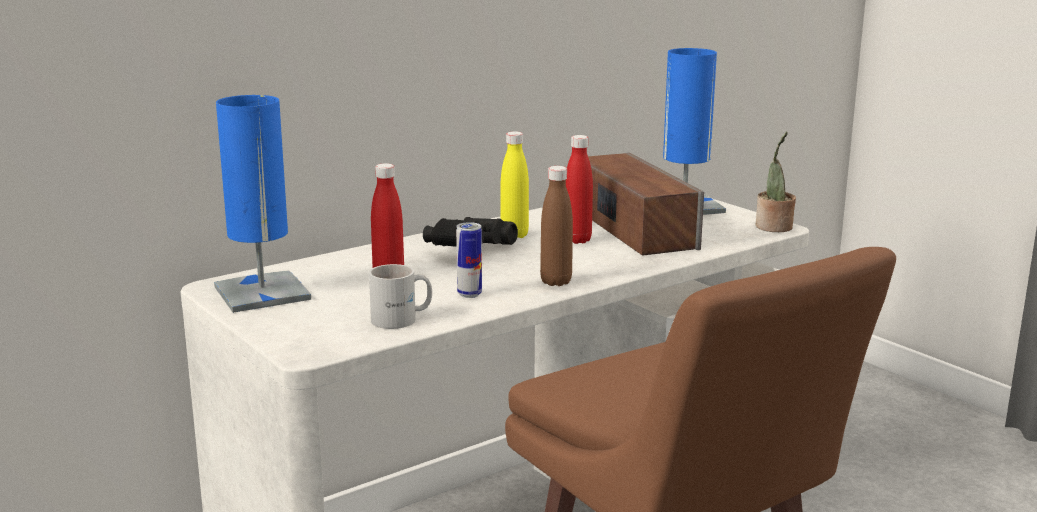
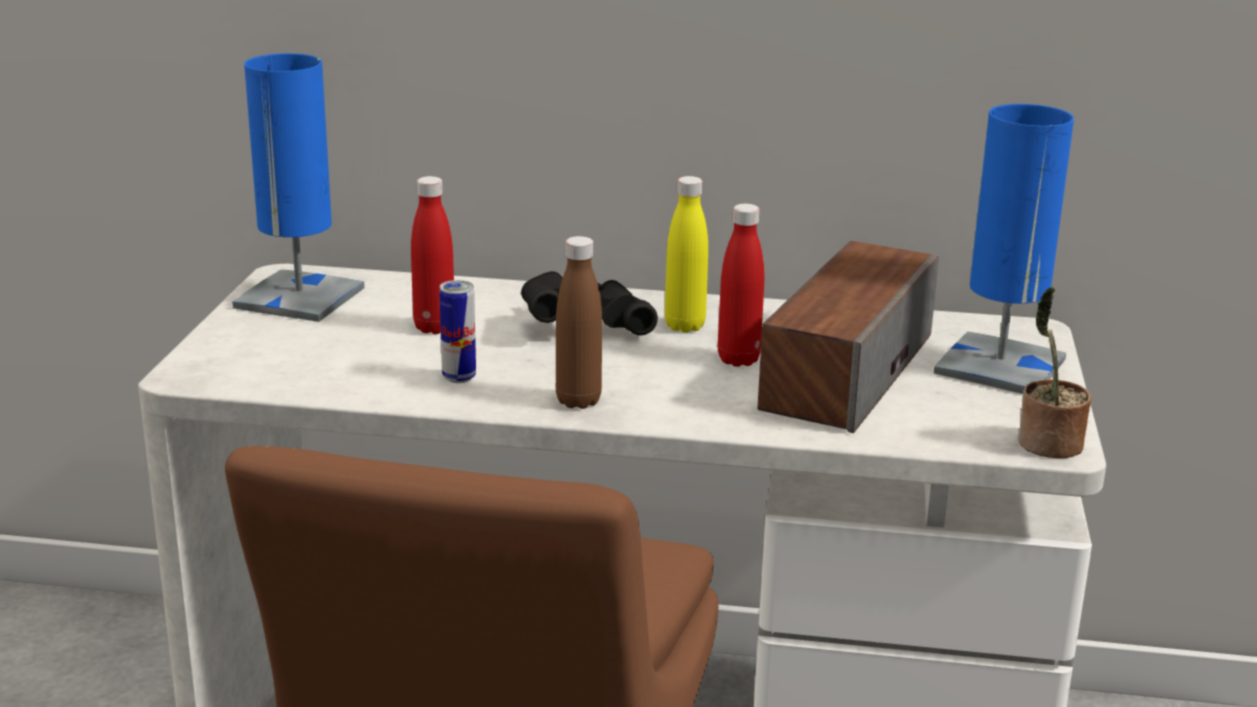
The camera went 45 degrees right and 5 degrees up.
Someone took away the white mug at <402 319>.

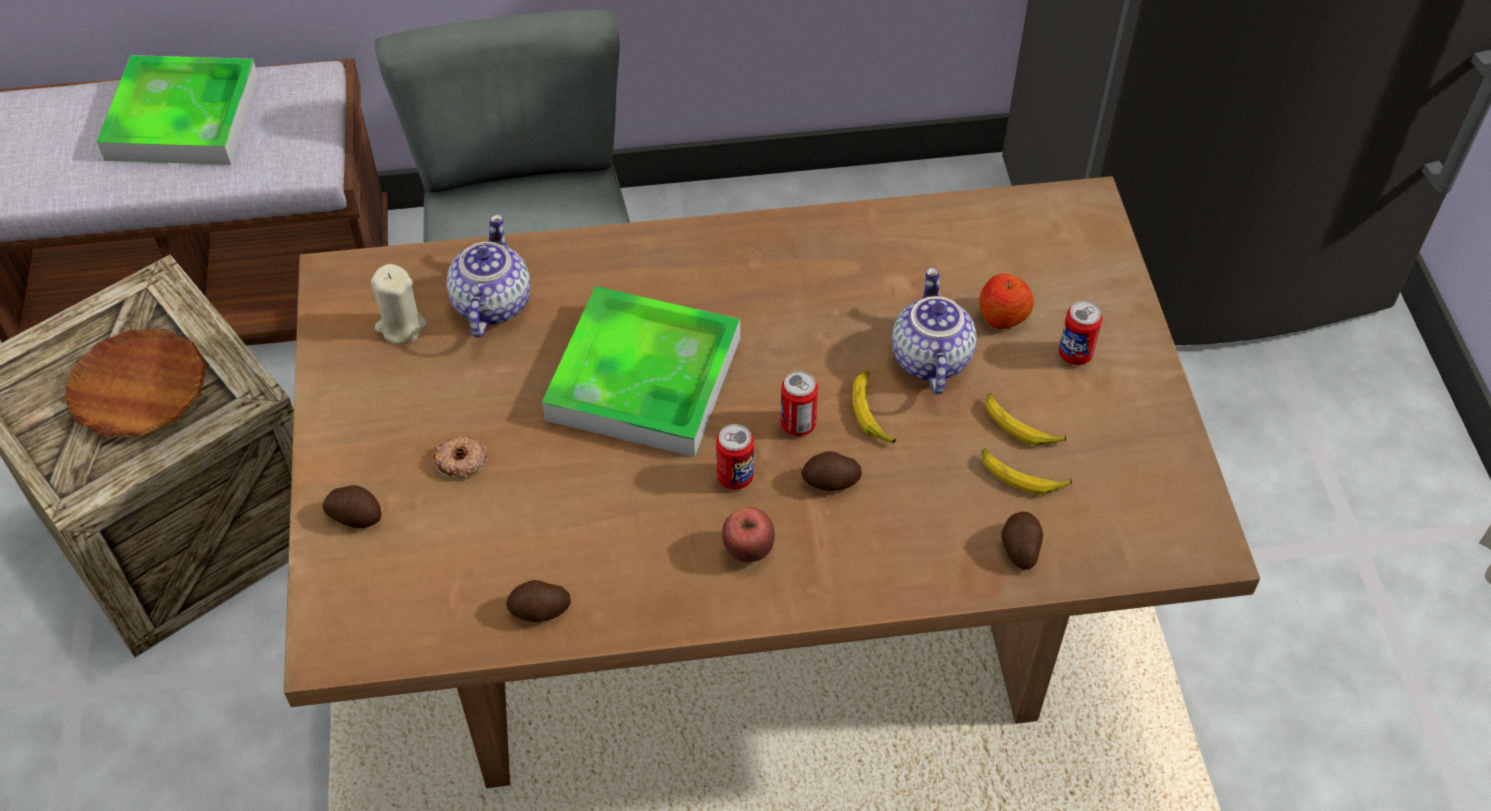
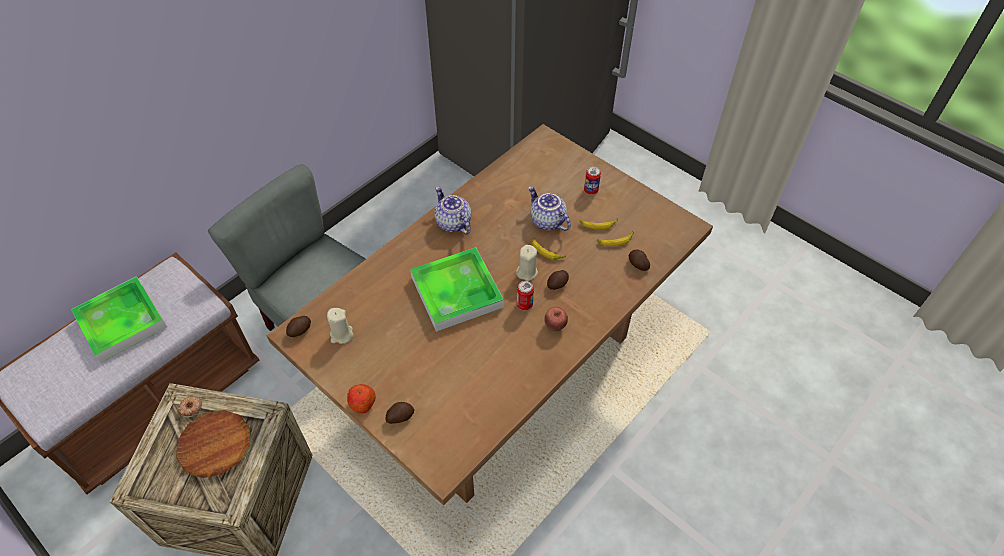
The camera went 40 degrees left and 0 degrees up.
Someone carried the donut from <461 461> to <191 408>.
Someone carried the potato from <540 611> to <300 330>.
Someone carried the apple from <1002 315> to <362 403>.
Someone carried the teapot from <491 305> to <453 223>.
Someone swapped the can at <798 424> for the beige candle at <527 272>.

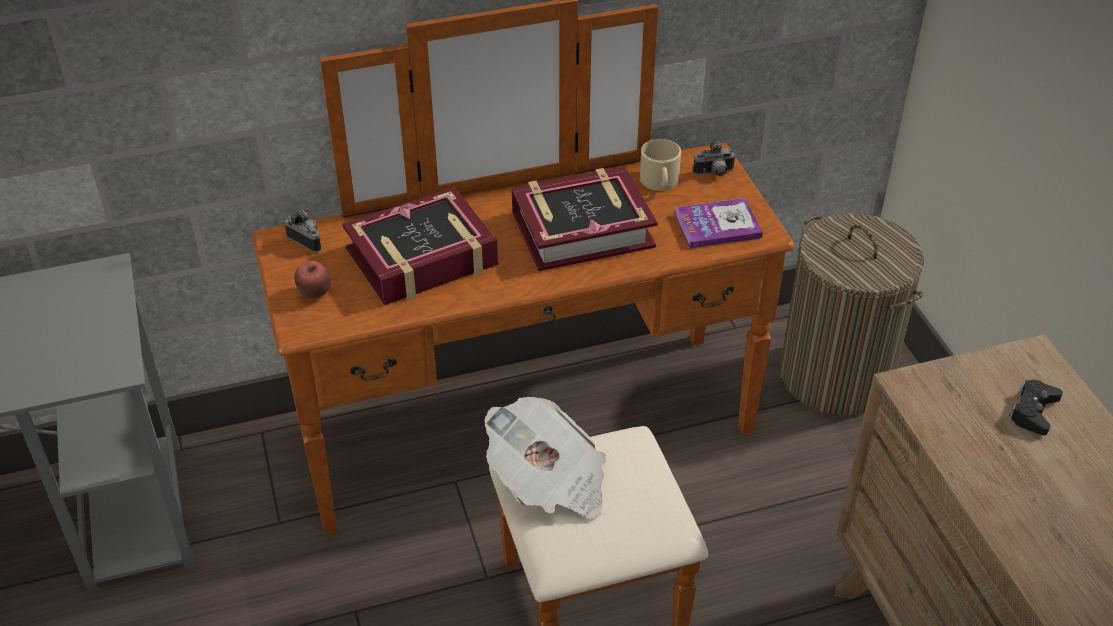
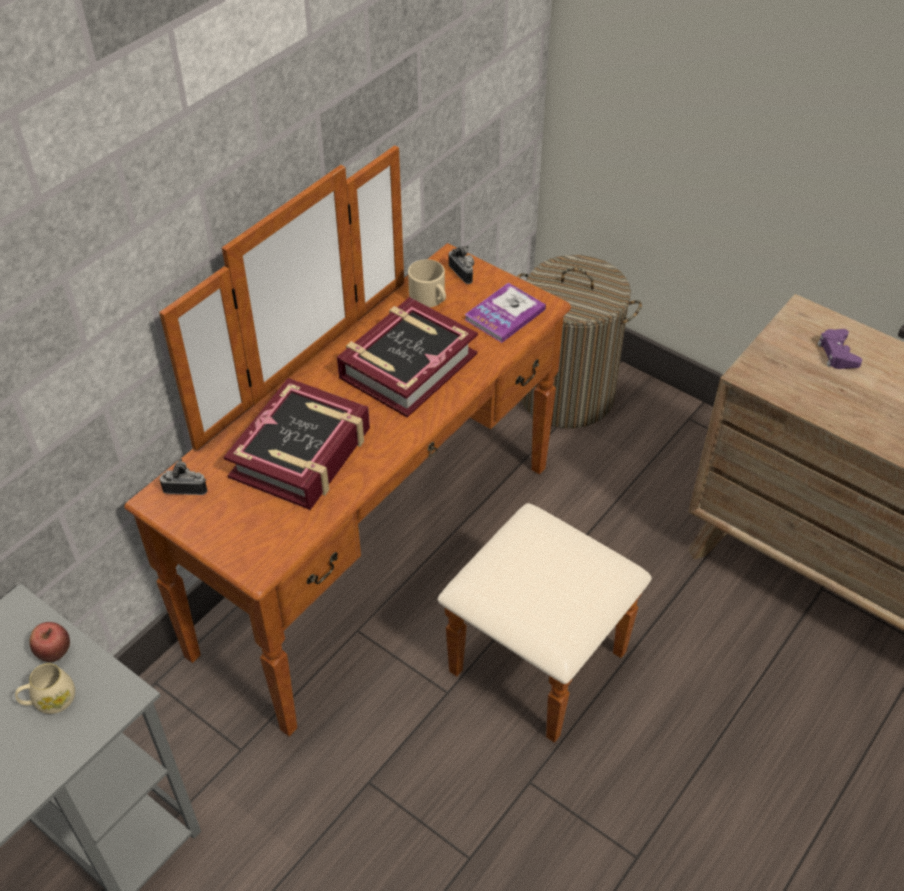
The camera went 35 degrees left and 5 degrees up.
Someone put down the beige mug at <50 701>.
Someone carried the apple from <315 294> to <55 653>.
Someone rotated the photo camera at <714 173> by 75 degrees counterclockwise.
Someone repainted the black game controller at <1033 412>, which became the purple game controller at <837 353>.
Someone took away the newspaper at <549 482>.

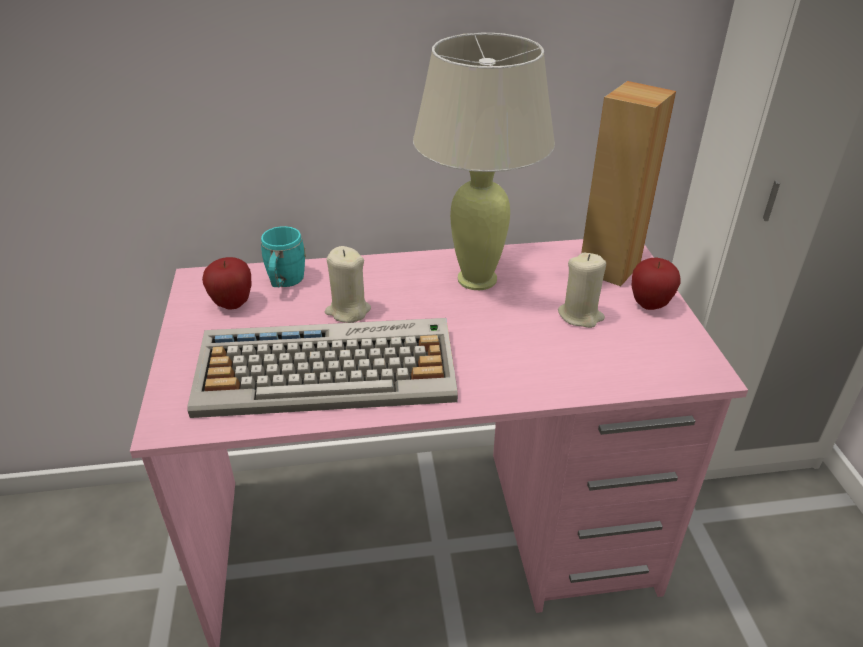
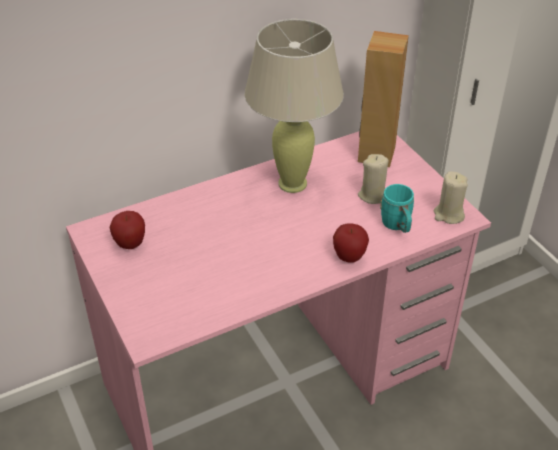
The camera went 20 degrees left and 5 degrees up.
Someone carried the apple from <650 305> to <349 257>.
Someone carried the turquoise mug from <284 283> to <397 226>.
Someone carried the beige candle from <348 311> to <448 215>.
Someone took away the keyboard at <329 369>.

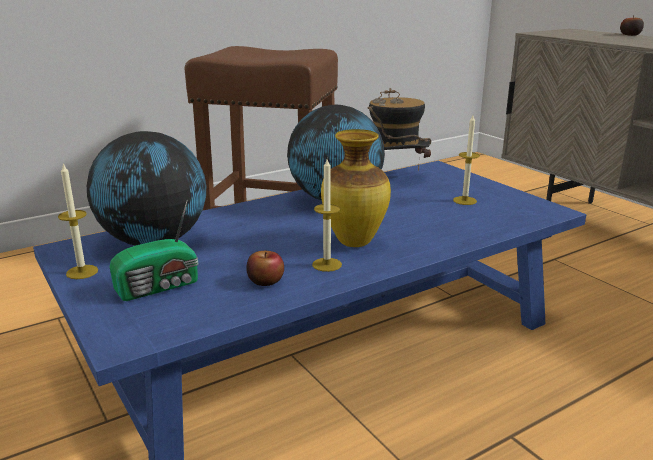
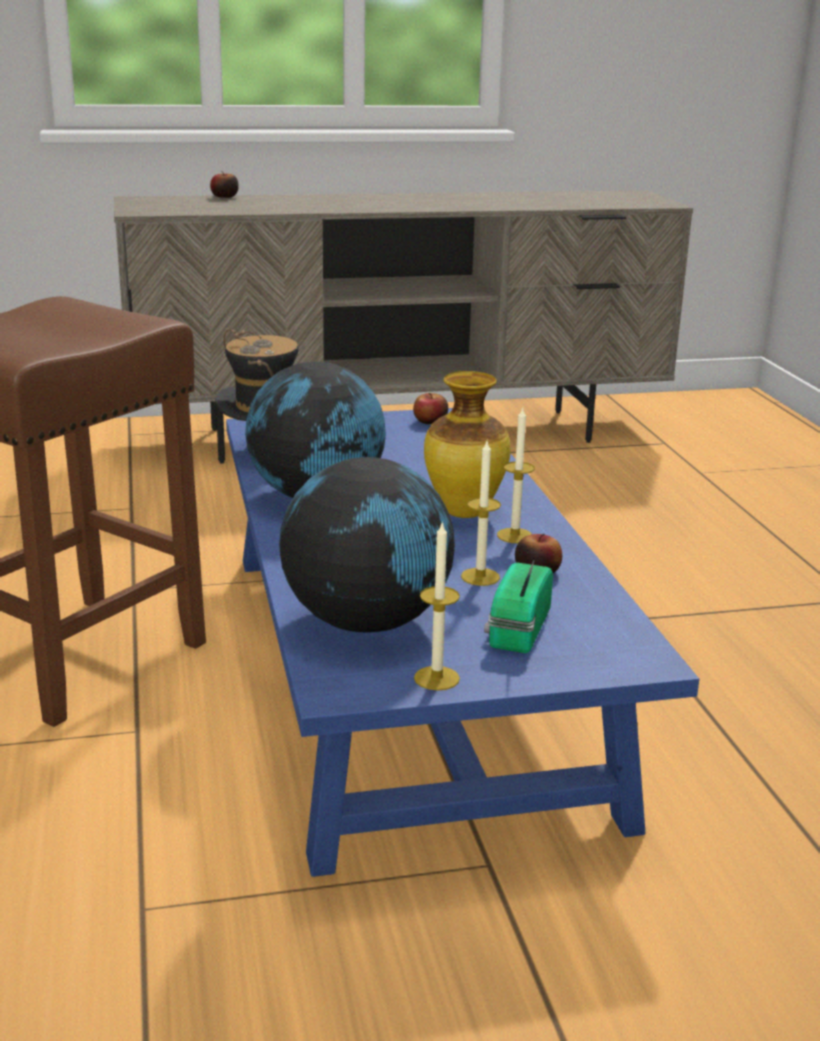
The camera went 70 degrees left and 0 degrees up.
Someone put down the apple at <430 421>.
Someone carried the candle from <464 200> to <480 577>.
Someone rotated the radio at <160 286> by 150 degrees counterclockwise.

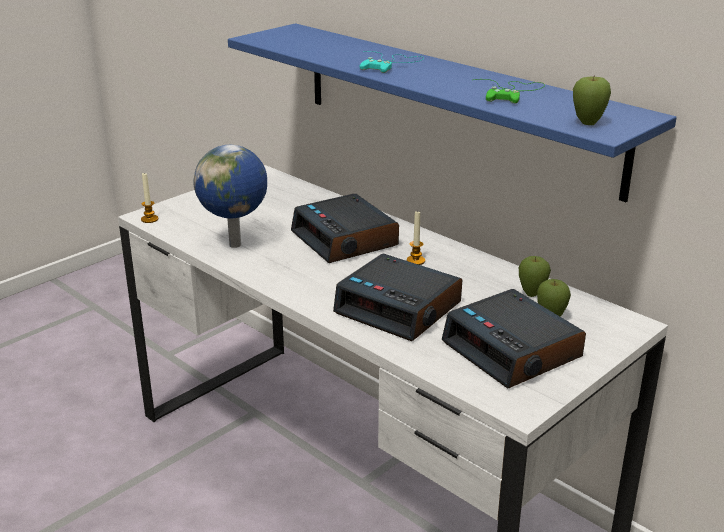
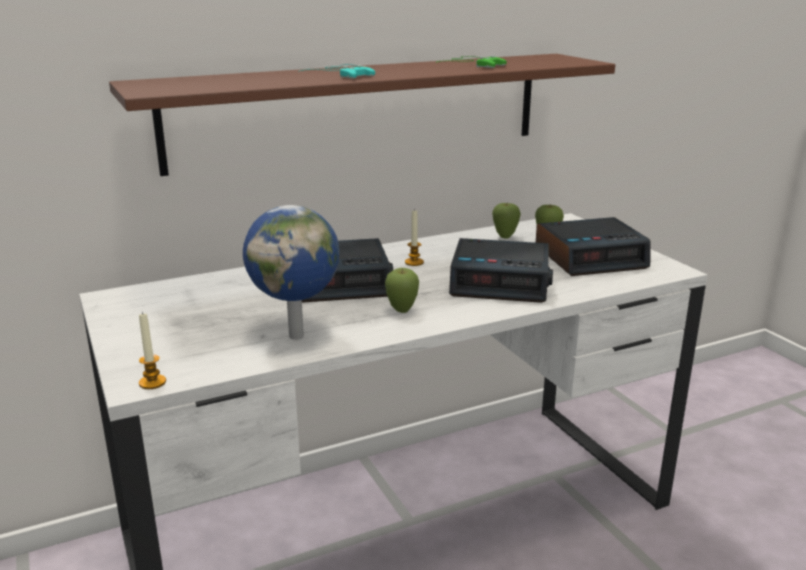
The camera went 70 degrees left and 5 degrees down.
Someone repainted the blue shelf at <453 104>, which became the brown shelf at <361 110>.
Someone carried the apple from <587 123> to <402 311>.
Someone rotated the alarm clock at <399 308> by 45 degrees clockwise.

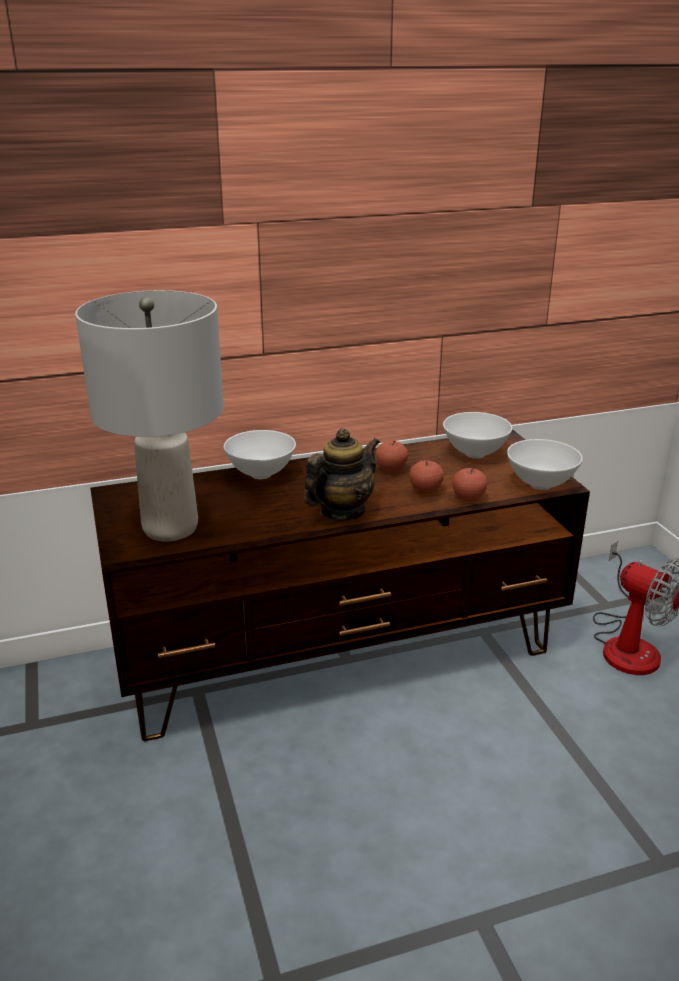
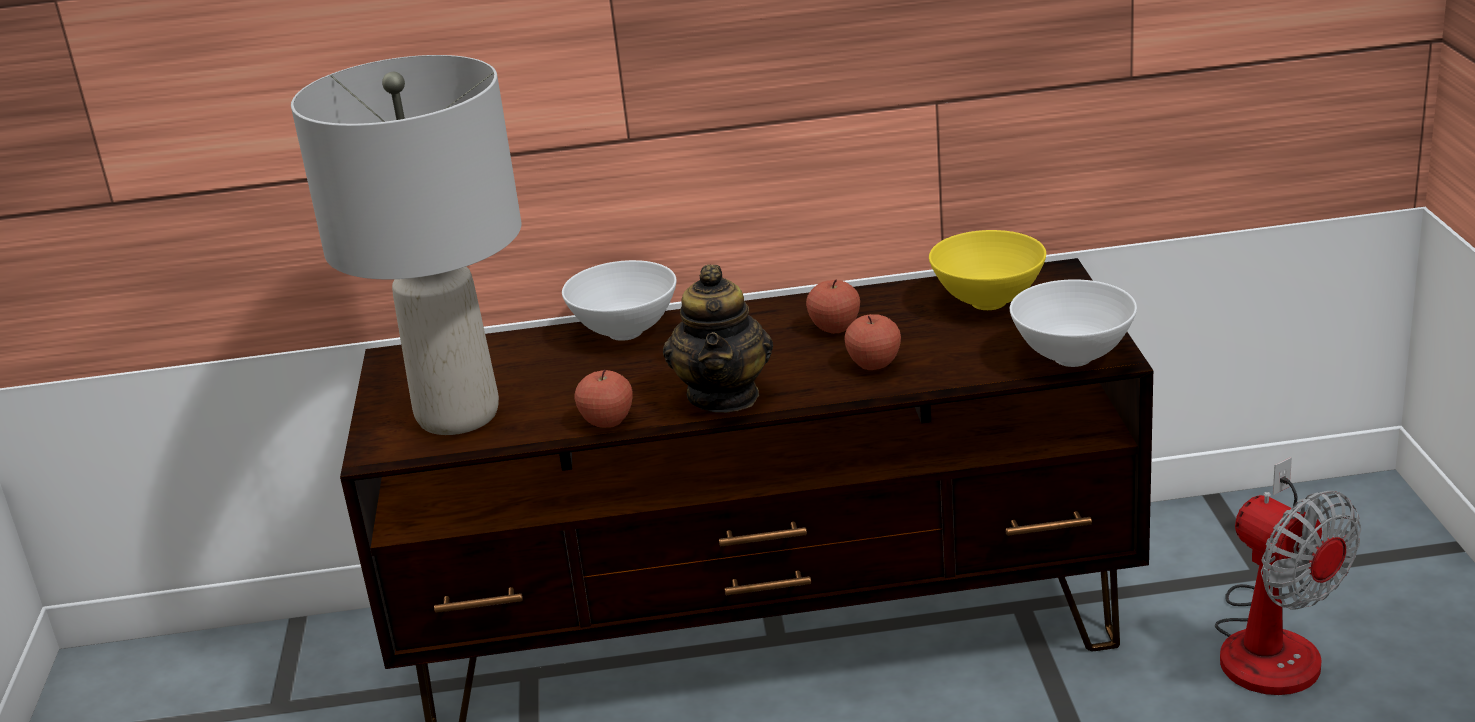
The camera went 15 degrees right and 0 degrees up.
Someone carried the apple from <468 499> to <607 421>.
Someone rotated the teapot at <341 511> by 120 degrees clockwise.
Someone repainted the white bowl at <475 454>, which became the yellow bowl at <988 303>.

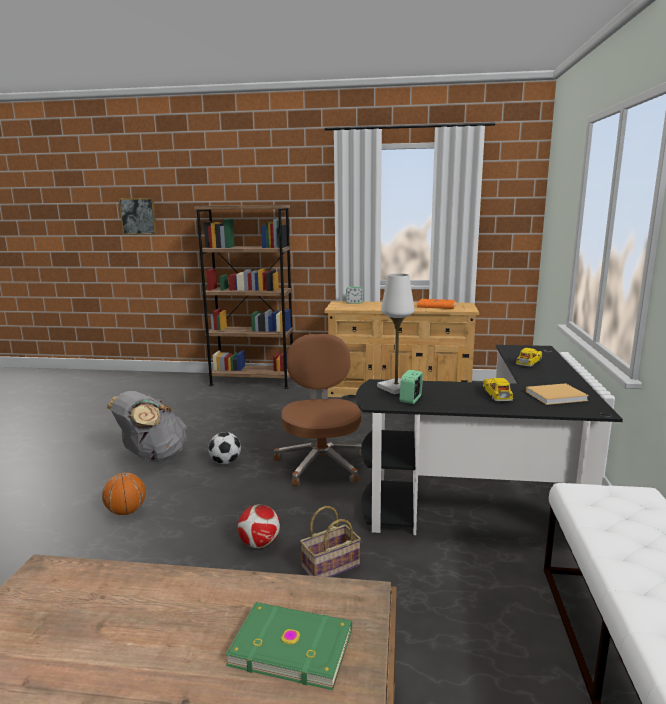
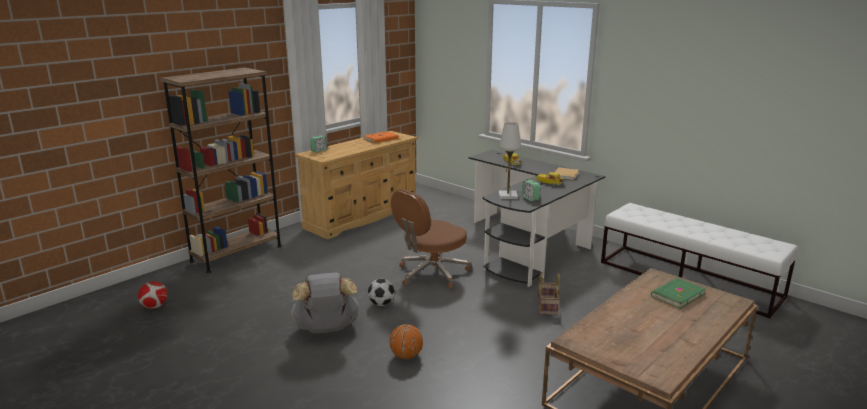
The camera went 55 degrees left and 5 degrees up.
Someone carried the football from <259 544> to <154 307>.
Someone rotated the brown office chair at <321 463> by 75 degrees counterclockwise.
Someone took away the picture at <138 216>.

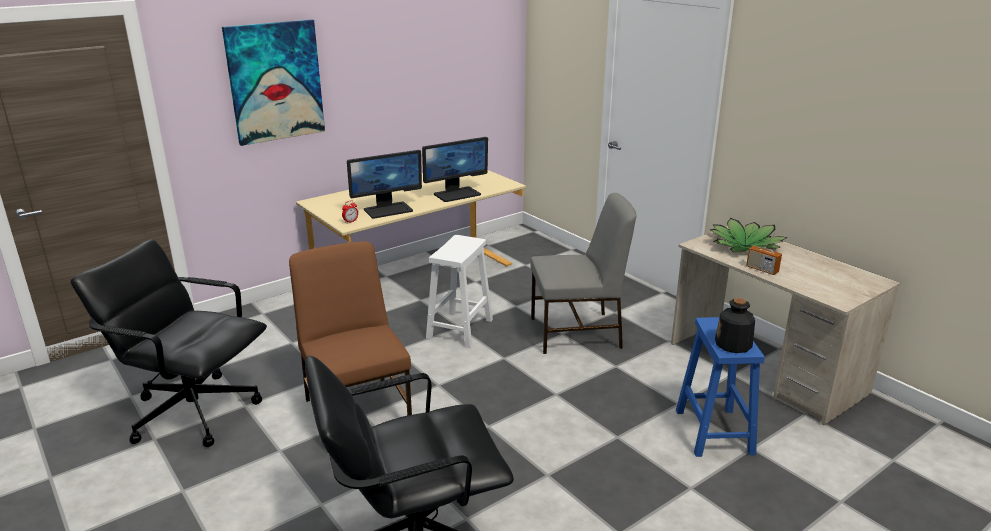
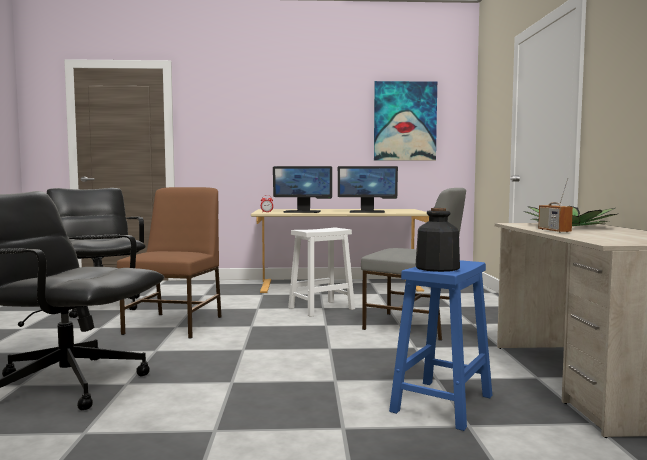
The camera went 35 degrees right and 20 degrees down.
Someone carried the picture from <275 81> to <405 121>.

